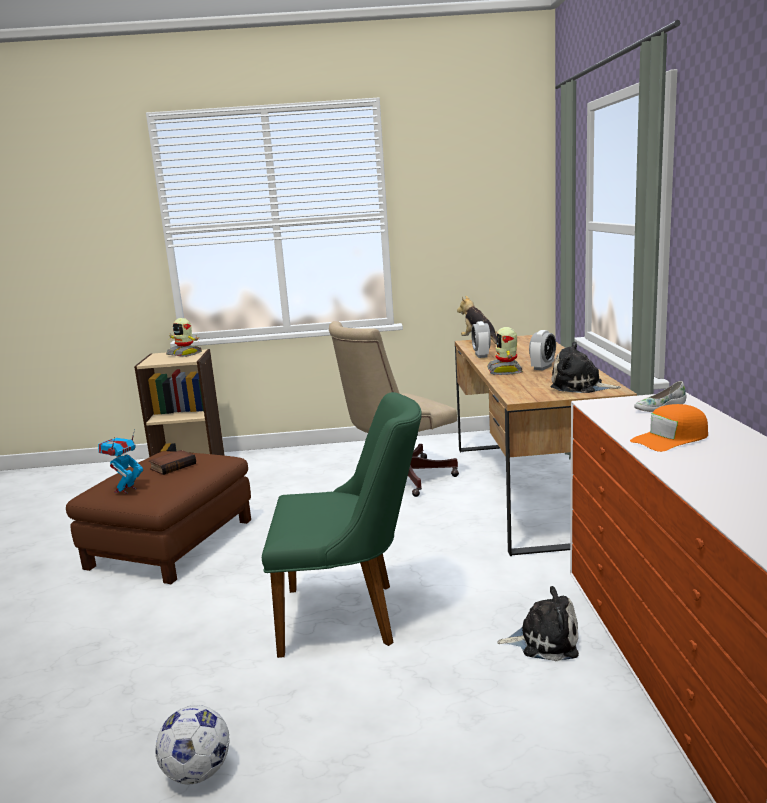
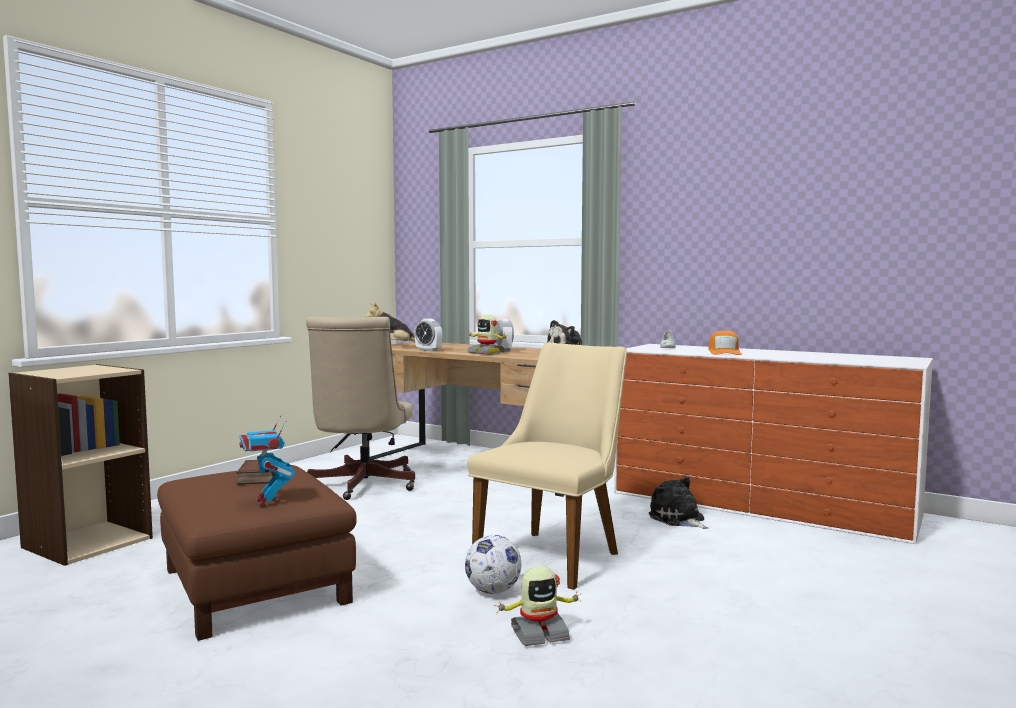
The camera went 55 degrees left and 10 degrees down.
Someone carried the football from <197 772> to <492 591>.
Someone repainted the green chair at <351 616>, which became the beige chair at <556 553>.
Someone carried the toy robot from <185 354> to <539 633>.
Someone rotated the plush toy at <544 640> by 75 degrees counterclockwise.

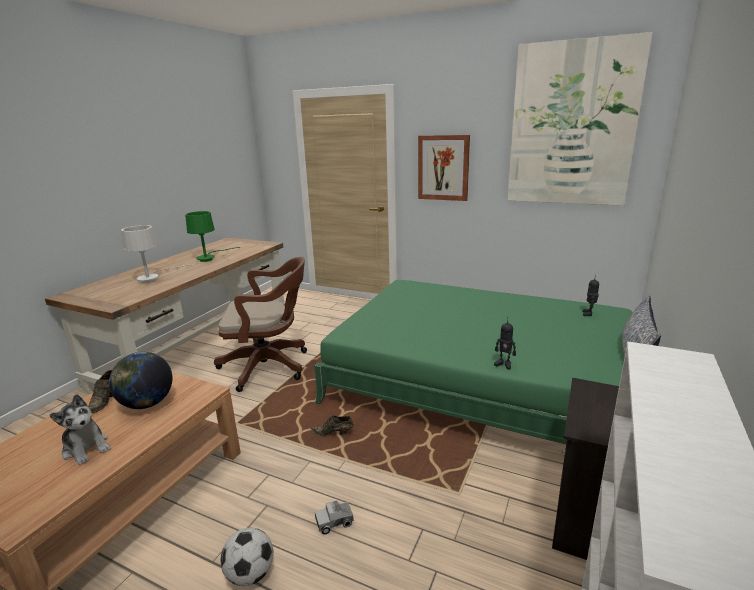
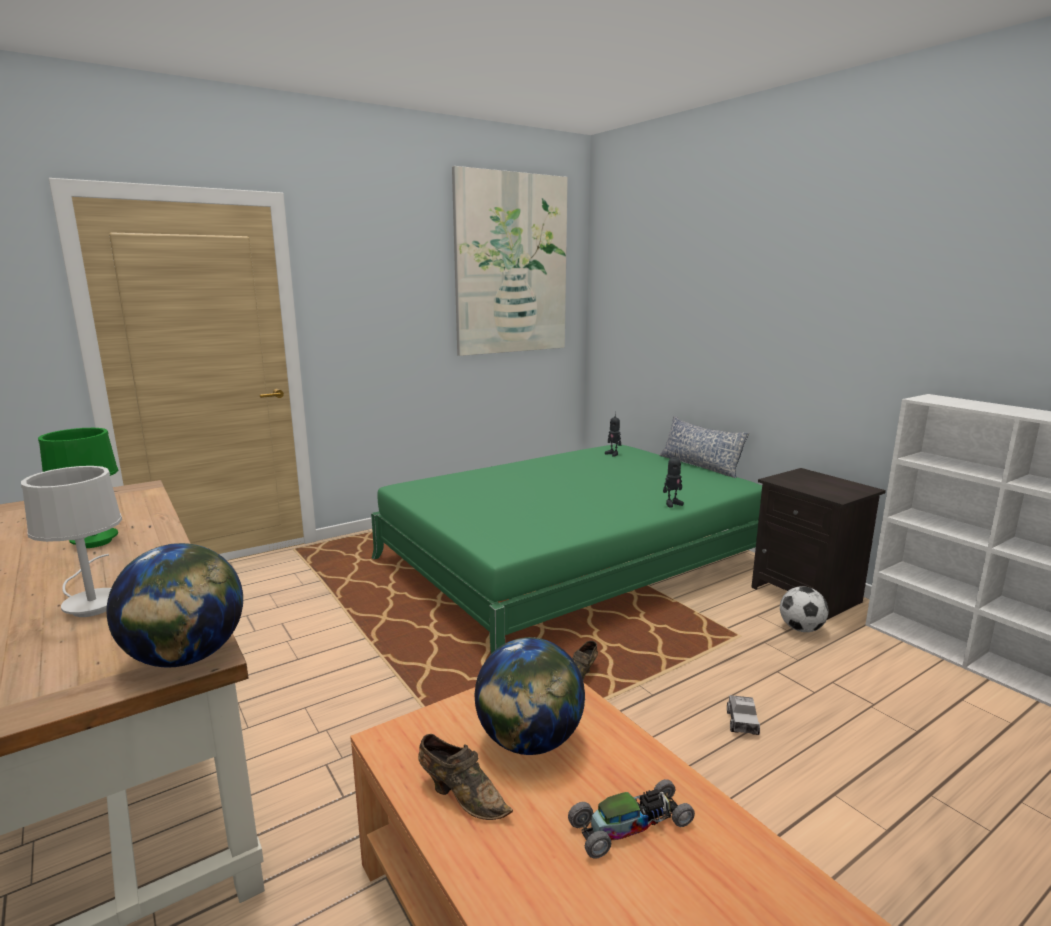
The camera went 60 degrees left and 5 degrees down.
Someone put down the globe at <186 658>.
Someone swapped the plush toy at <86 448> for the toy car at <631 825>.
Someone carried the football from <250 574> to <801 629>.
Someone took away the brown office chair at <270 366>.
Someone took away the picture at <443 168>.

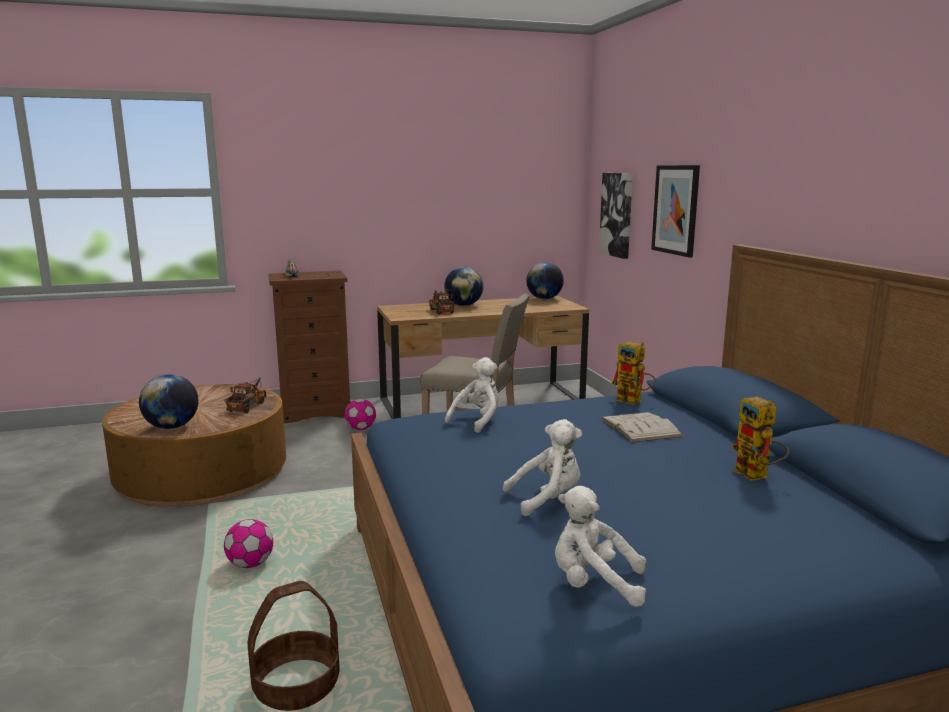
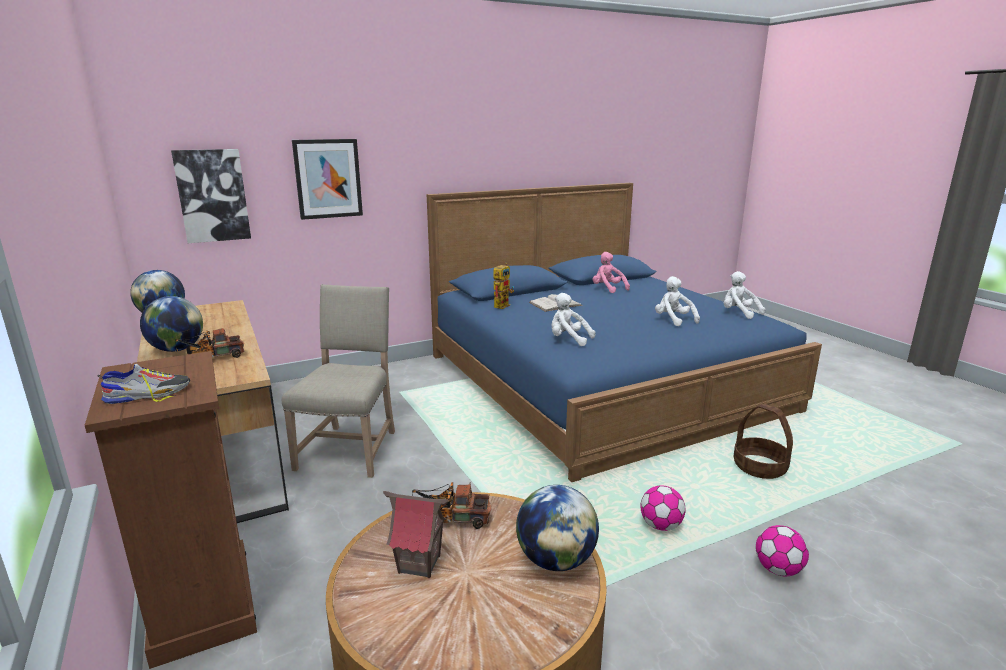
The camera went 100 degrees left and 5 degrees up.
Someone put down the toy house at <419 564>.
Someone swapped the toy robot at <757 476> for the pink plush toy at <608 289>.
Someone rotated the white plush toy at <593 585> by 135 degrees clockwise.
Someone carried the football from <361 429> to <778 570>.

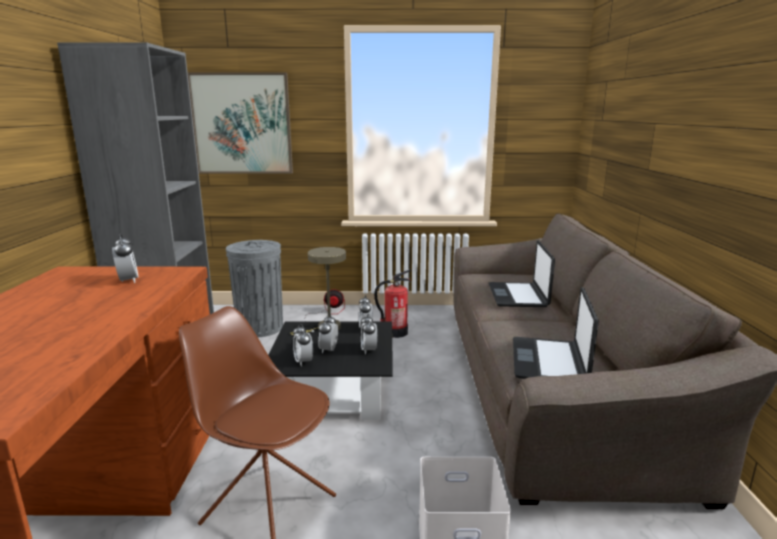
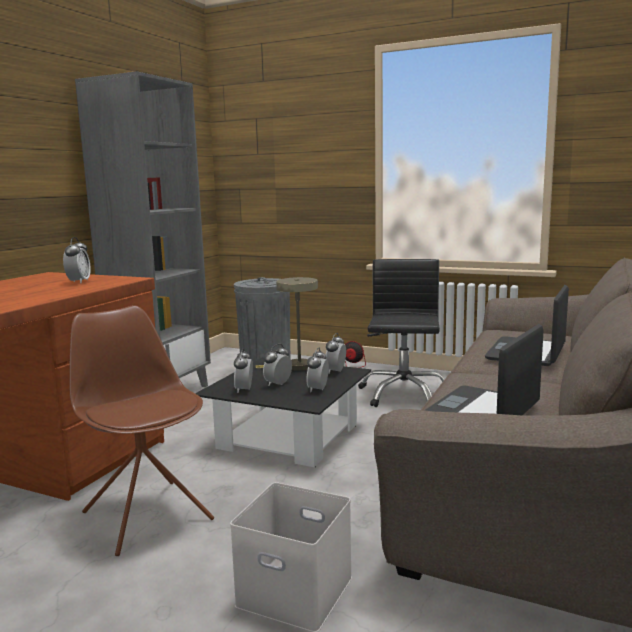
The camera went 25 degrees right and 5 degrees down.
Someone swapped the fire extinguisher at <395 332> for the black office chair at <403 394>.
Someone took away the picture at <241 124>.

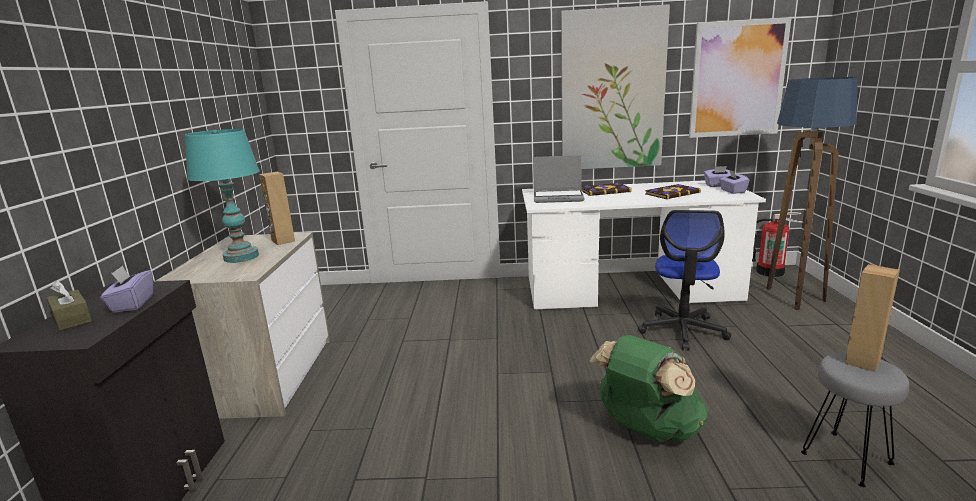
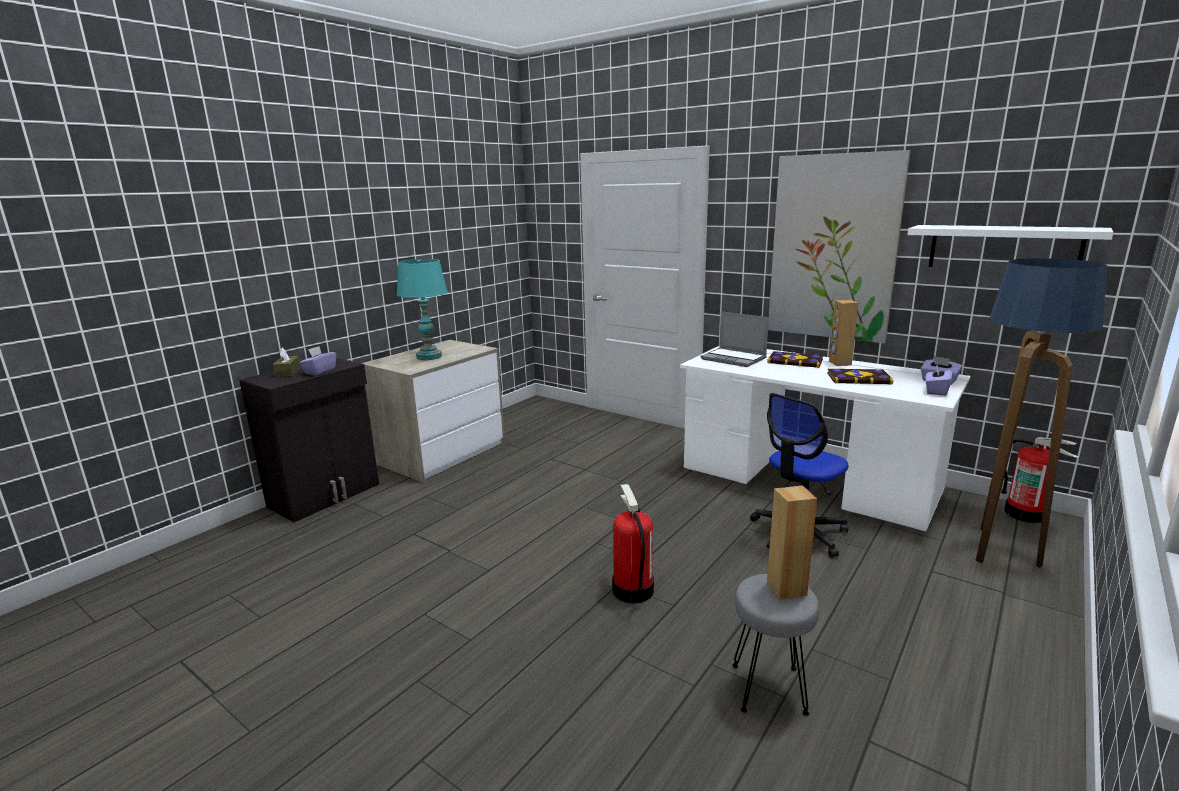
The camera went 35 degrees right and 0 degrees up.
Someone swapped the green backpack at <646 429> for the fire extinguisher at <632 590>.
Someone carried the brown speaker from <283 241> to <839 363>.
Someone swapped the picture at <737 79> for the white shelf at <1003 248>.

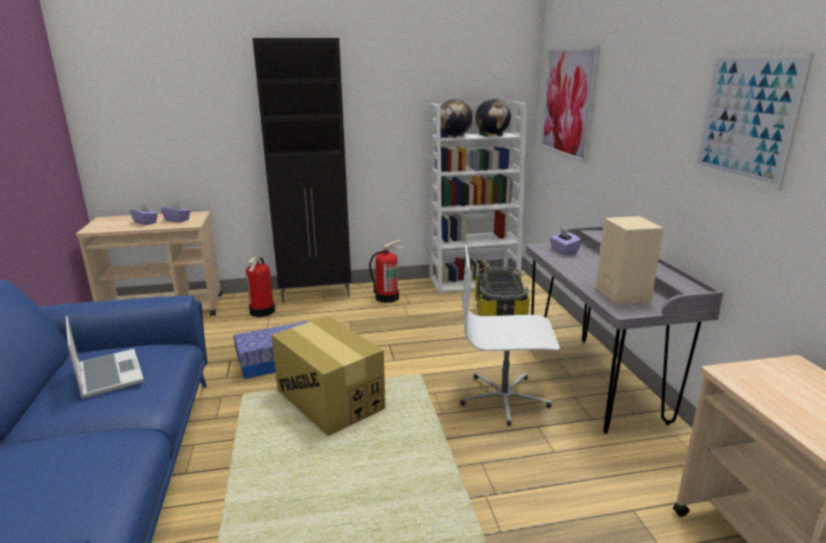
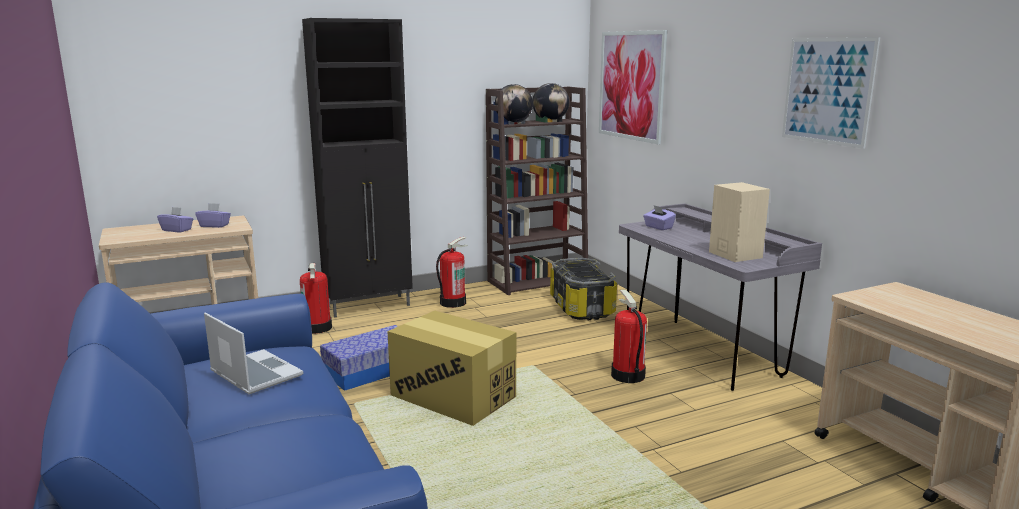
The camera went 15 degrees left and 5 degrees down.
Someone repainted the white bookcase at <474 282>, which became the brown bookcase at <538 281>.
Someone swapped the white office chair at <504 398> for the fire extinguisher at <627 375>.

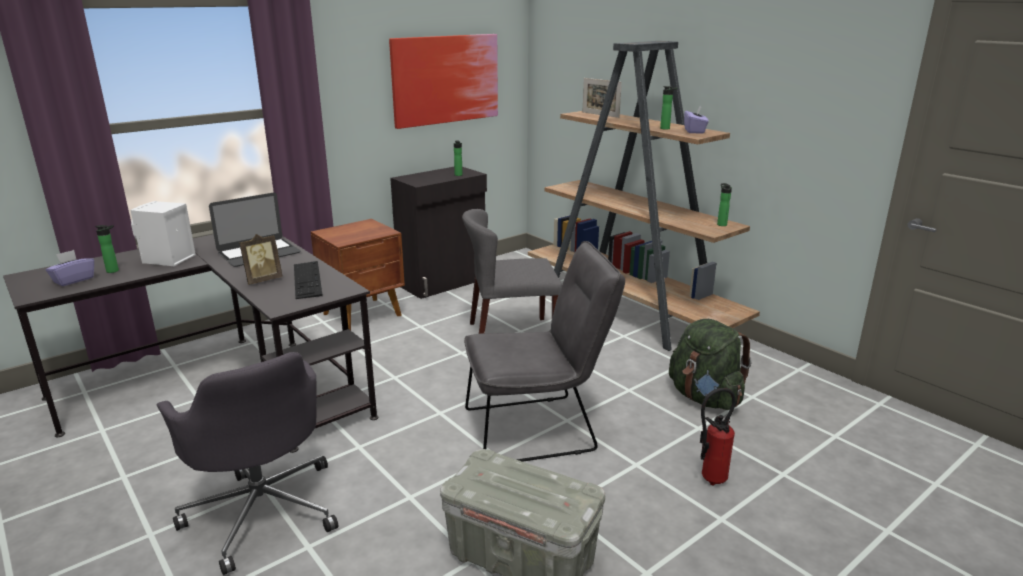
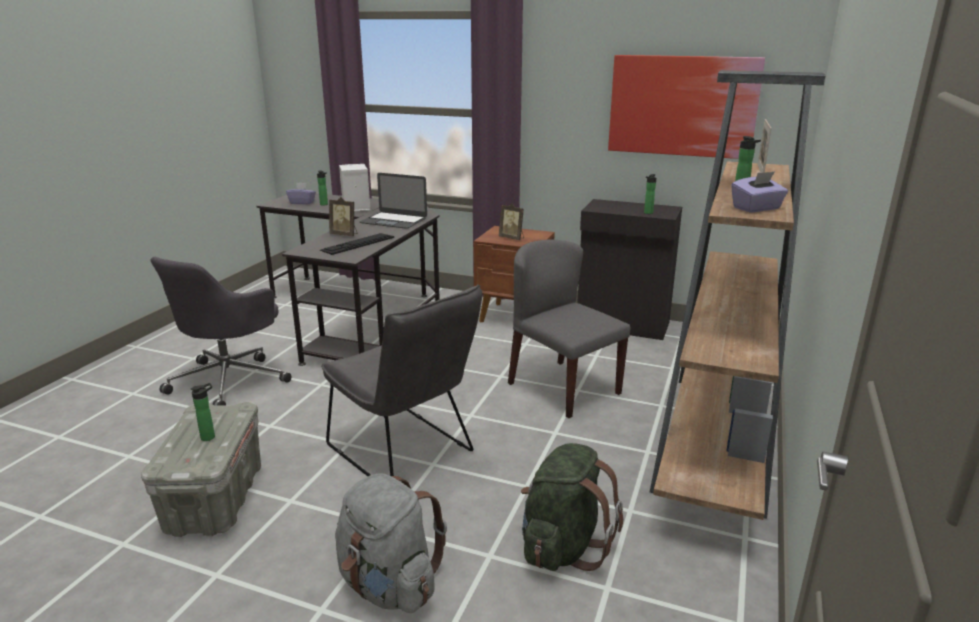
The camera went 60 degrees right and 0 degrees up.
Someone carried the bottle from <721 224> to <210 436>.
Someone swapped the fire extinguisher at <709 479> for the grey backpack at <389 585>.
Someone put down the picture frame at <512 238>.

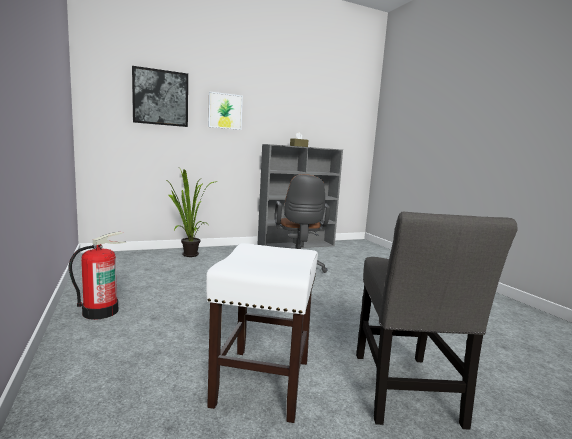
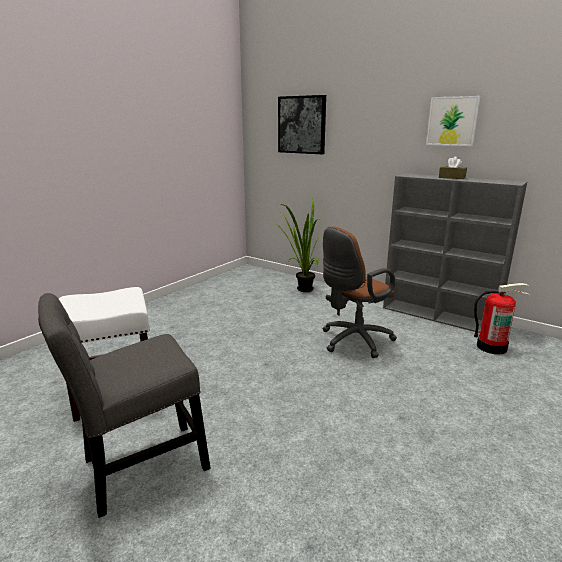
The camera went 60 degrees right and 10 degrees up.
Someone carried the picture from <225 111> to <452 121>.
Someone carried the fire extinguisher from <100 311> to <491 347>.

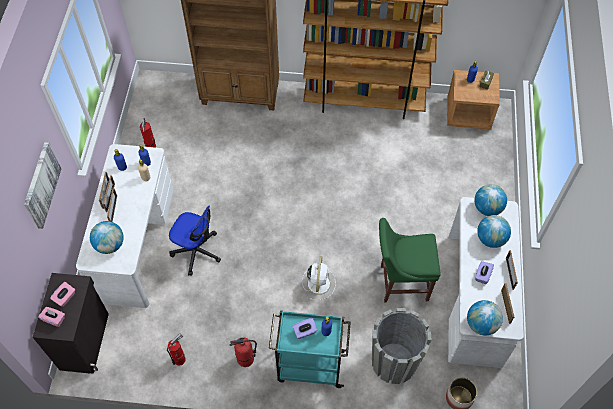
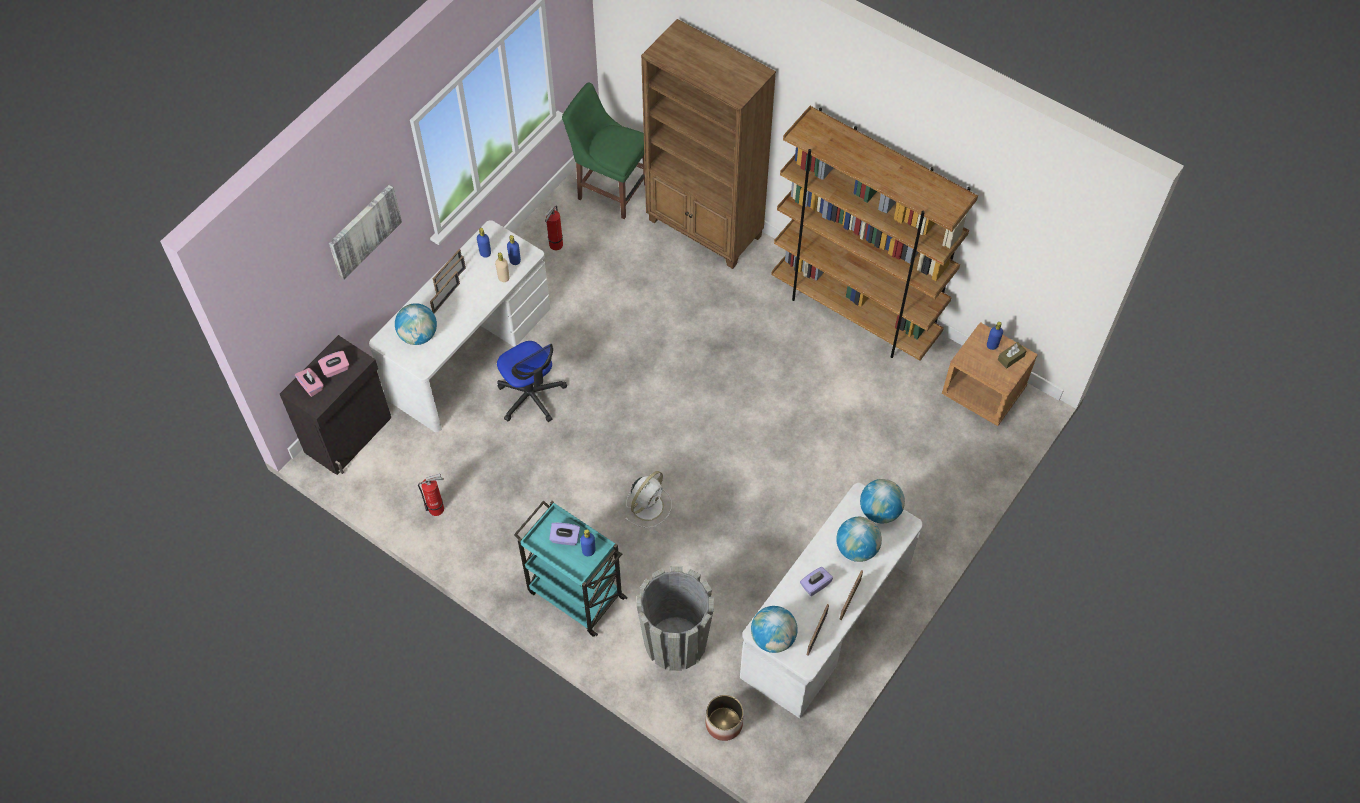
The camera went 30 degrees right and 0 degrees up.
Someone carried the green chair from <401 282> to <610 190>.
Someone took away the fire extinguisher at <245 359>.

